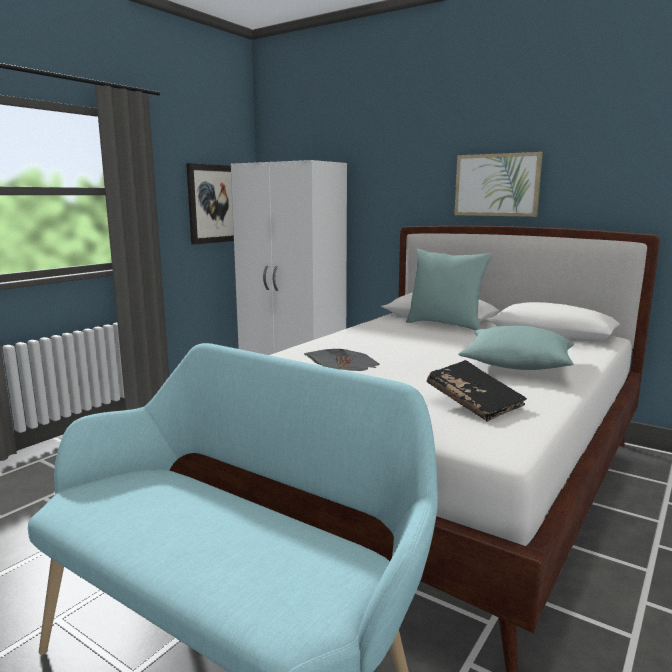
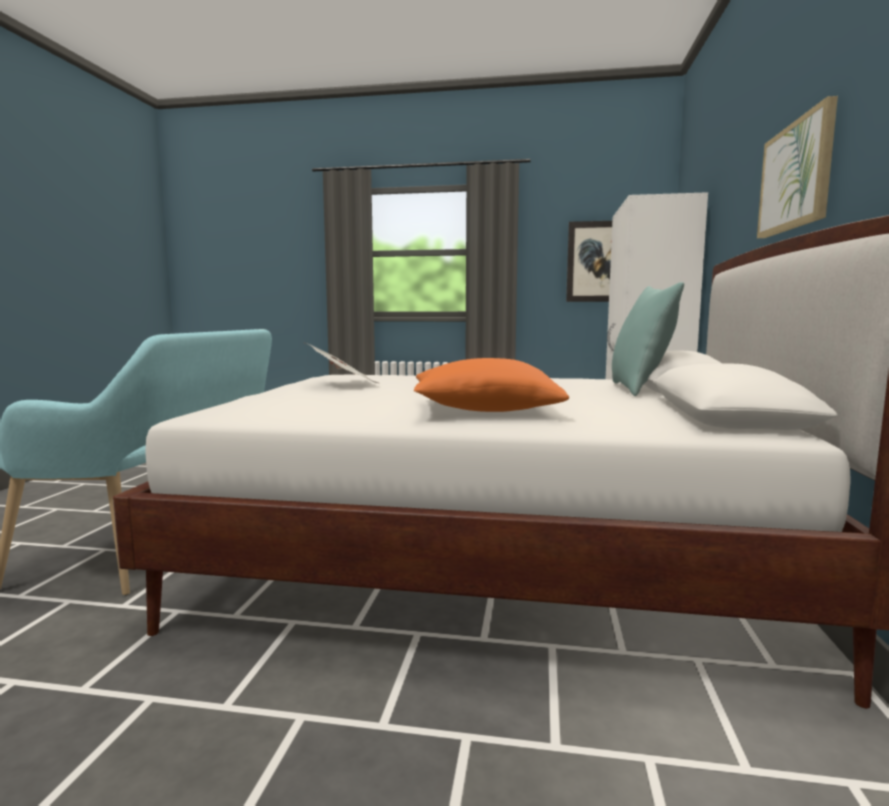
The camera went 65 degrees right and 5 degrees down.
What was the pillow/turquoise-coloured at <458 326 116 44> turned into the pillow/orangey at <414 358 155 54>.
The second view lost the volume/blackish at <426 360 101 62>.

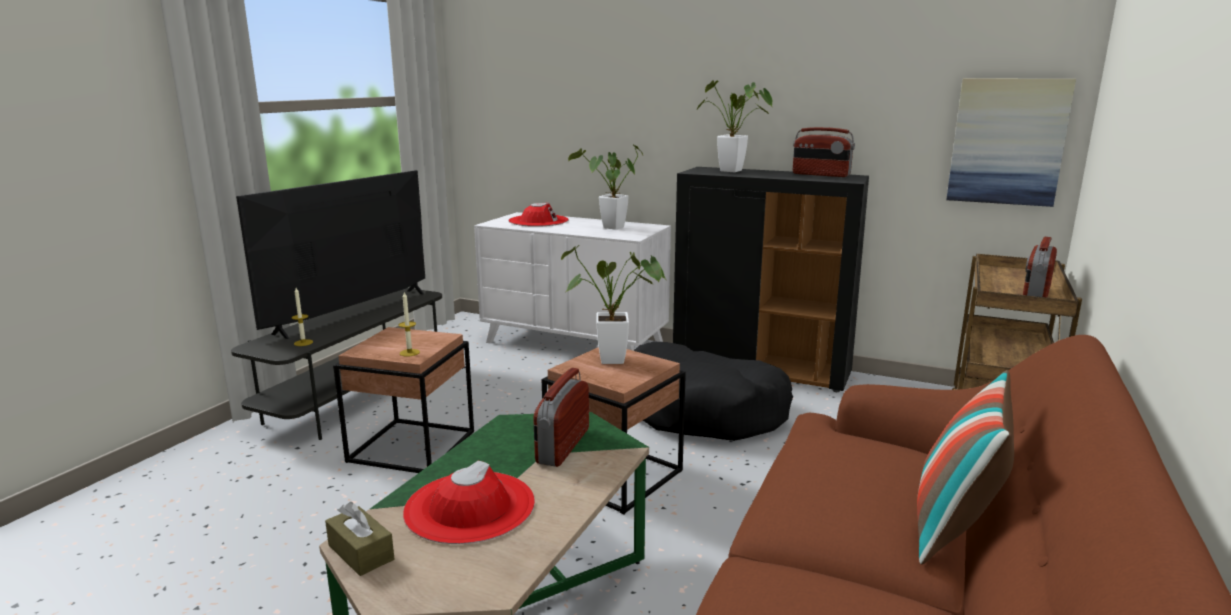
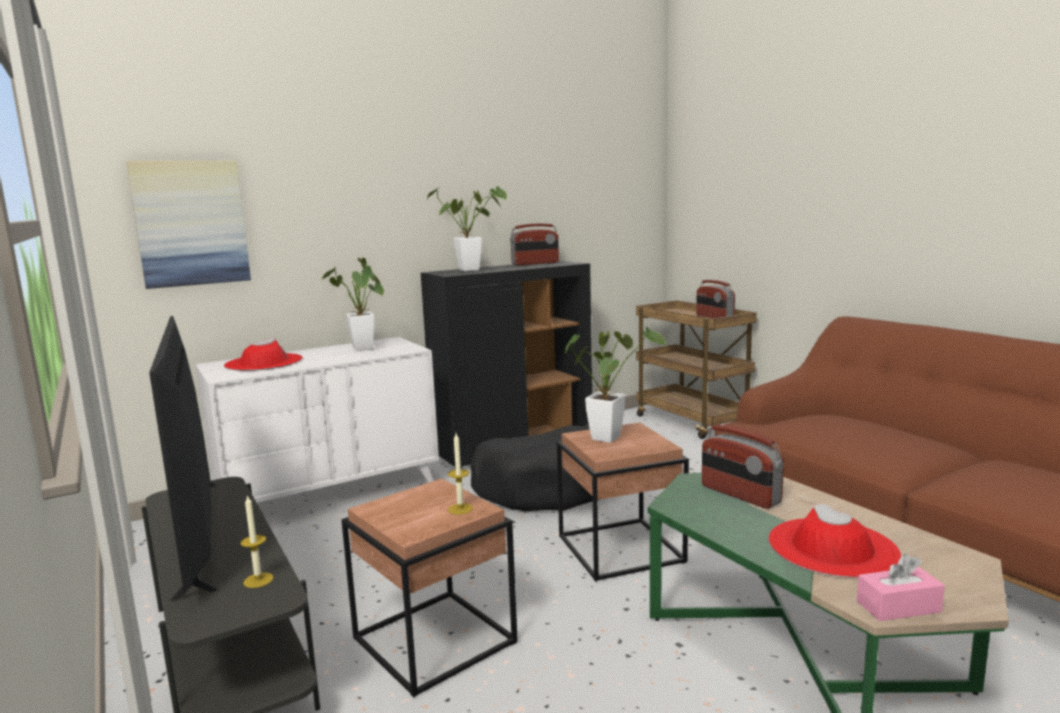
The camera went 55 degrees left and 5 degrees down.
The picture ended up elsewhere, having gone from <946 78 130 129> to <126 161 125 128>.
What was the box of tissues/brownish at <325 502 69 74> turned into the box of tissues/pink-coloured at <857 554 88 67>.
The second view lost the pillow at <917 370 97 195>.

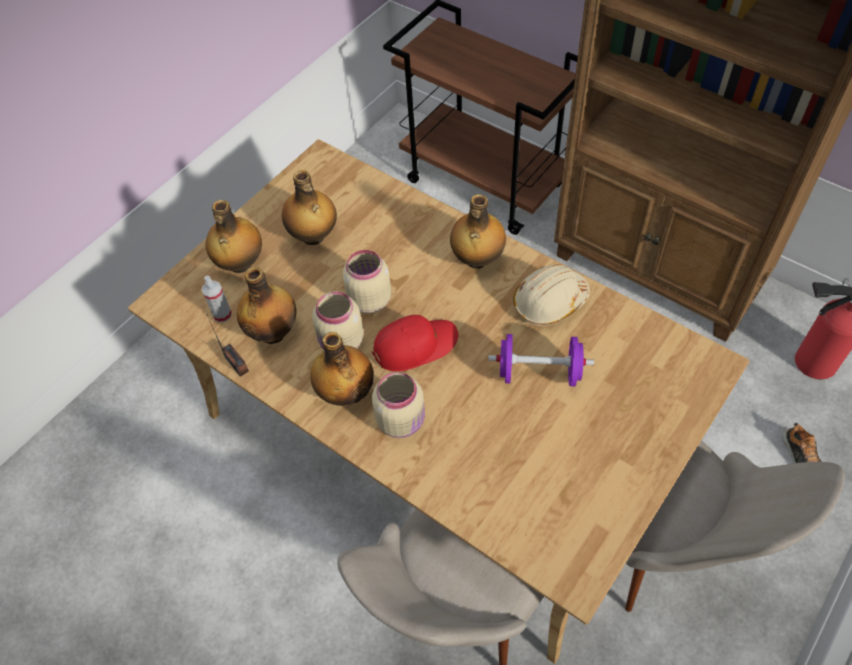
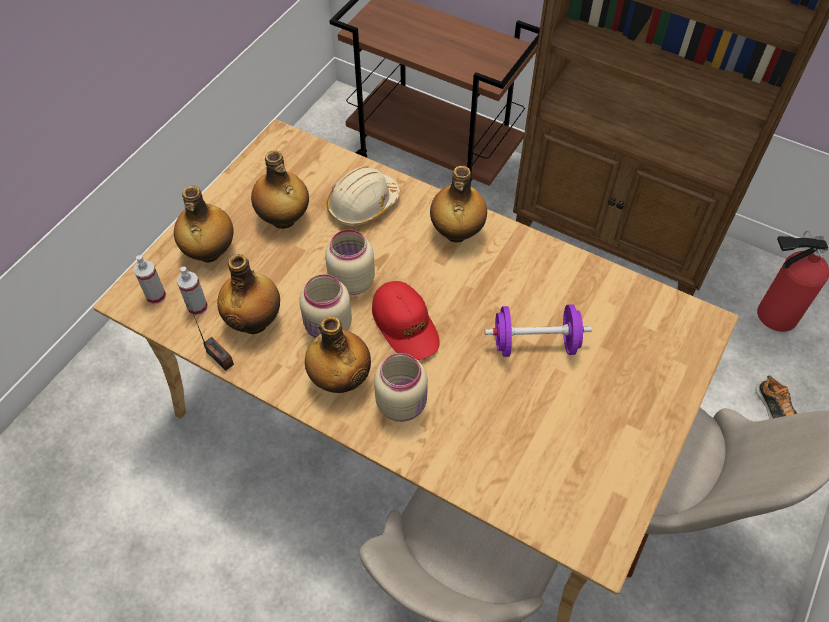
The camera went 10 degrees left and 0 degrees up.
The second view gained the spray bottle at <133 255 33 49>.
The work helmet/beige-coloured ended up elsewhere, having gone from <513 264 77 62> to <327 166 73 60>.
The baseball cap/red at <372 315 86 57> ended up facing another way, 90 degrees clockwise from before.

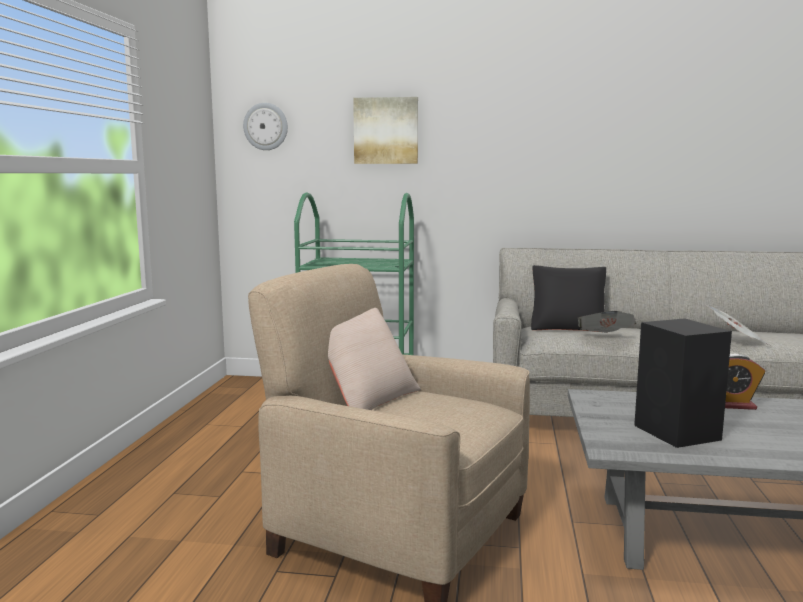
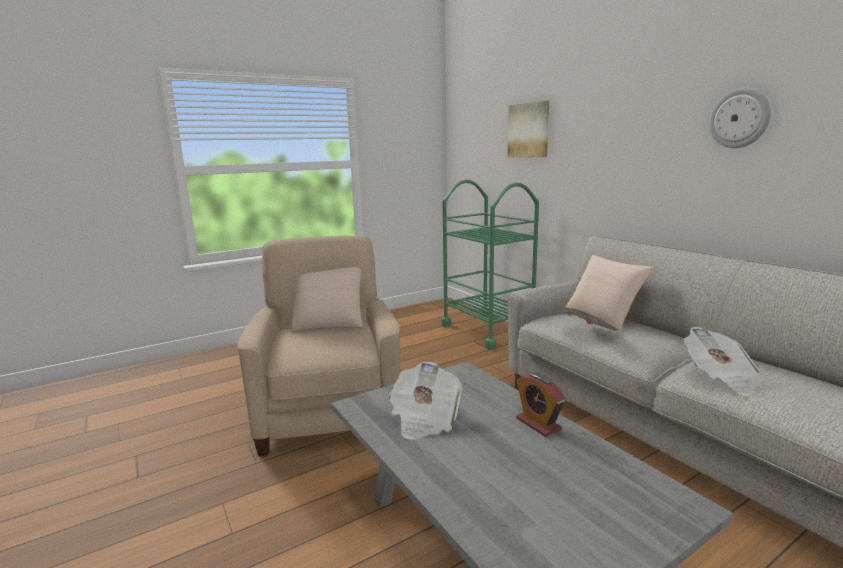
The camera went 50 degrees right and 5 degrees up.
Where the audio speaker/blackish stood at <634 318 98 130>, the printed paper came to stand at <389 362 74 78>.
What was the pillow/blackish at <531 265 77 68> turned into the pillow/beige-coloured at <563 255 90 76>.
The wall clock ended up elsewhere, having gone from <243 103 45 47> to <709 87 63 61>.

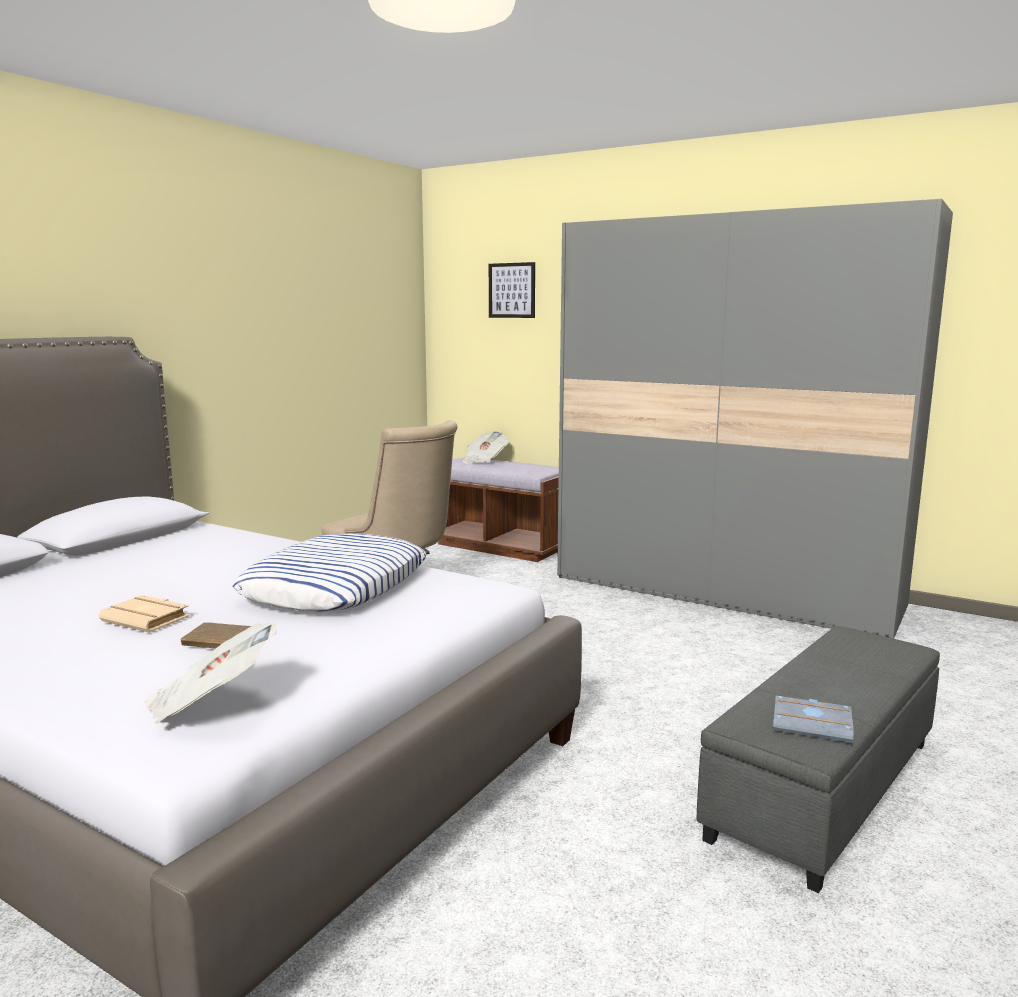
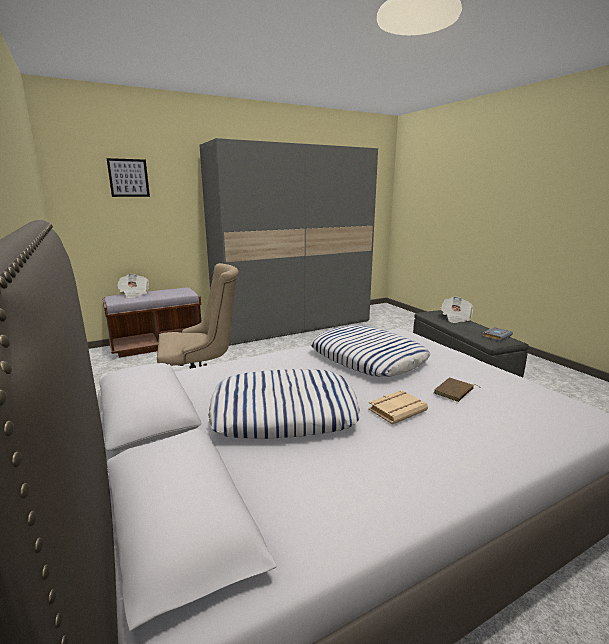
The camera went 60 degrees left and 5 degrees up.
The second view gained the pillow at <208 369 152 70>.
The printed paper ended up elsewhere, having gone from <145 623 132 101> to <440 296 34 27>.

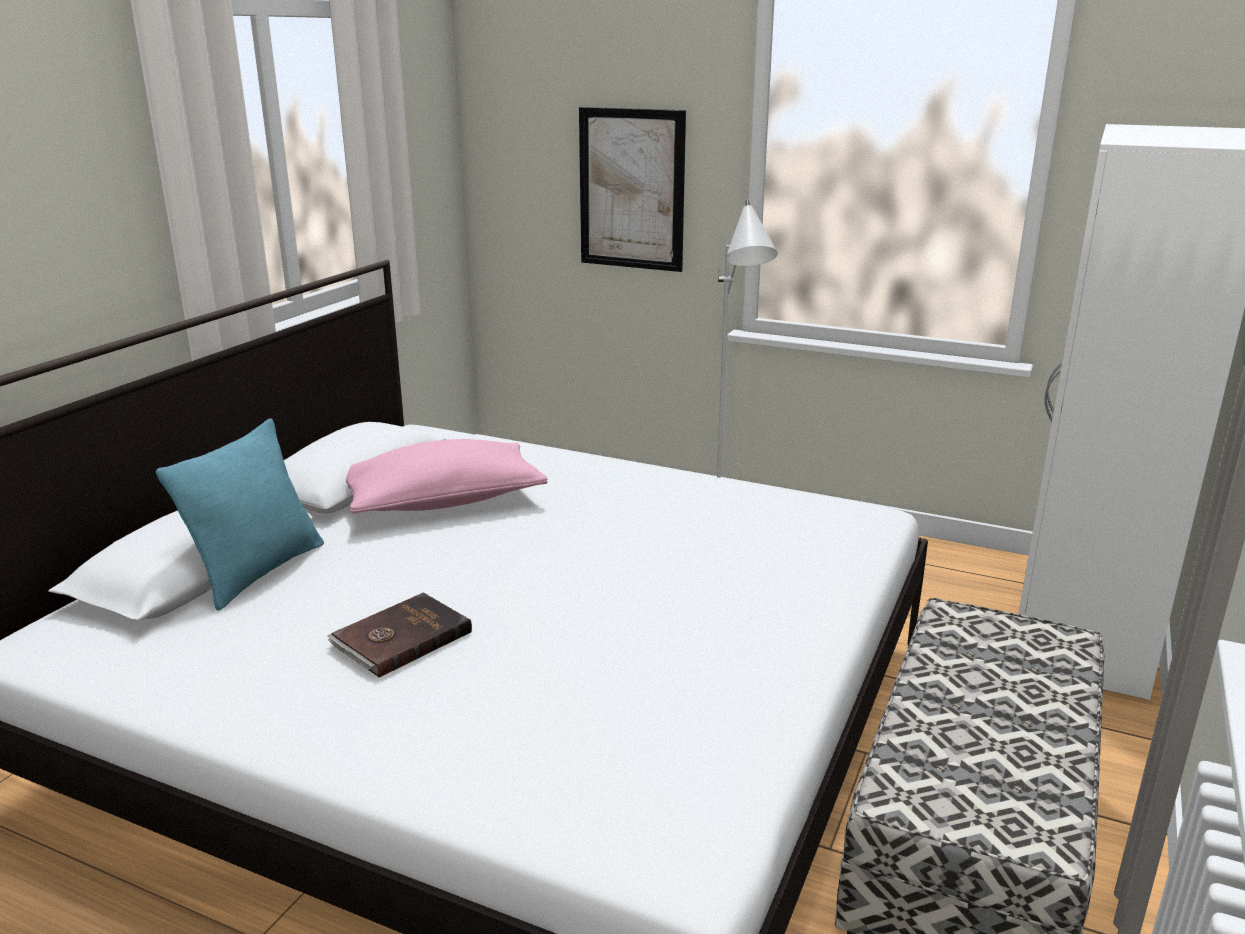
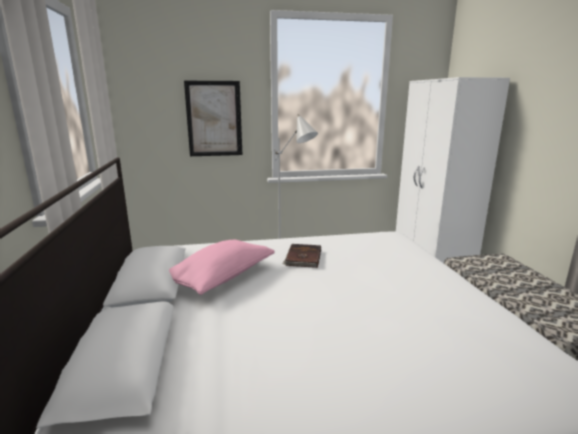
The camera went 35 degrees left and 5 degrees down.
The volume/brownish ended up elsewhere, having gone from <327 592 145 85> to <283 244 38 24>.
The second view lost the pillow/turquoise-coloured at <156 419 168 191>.

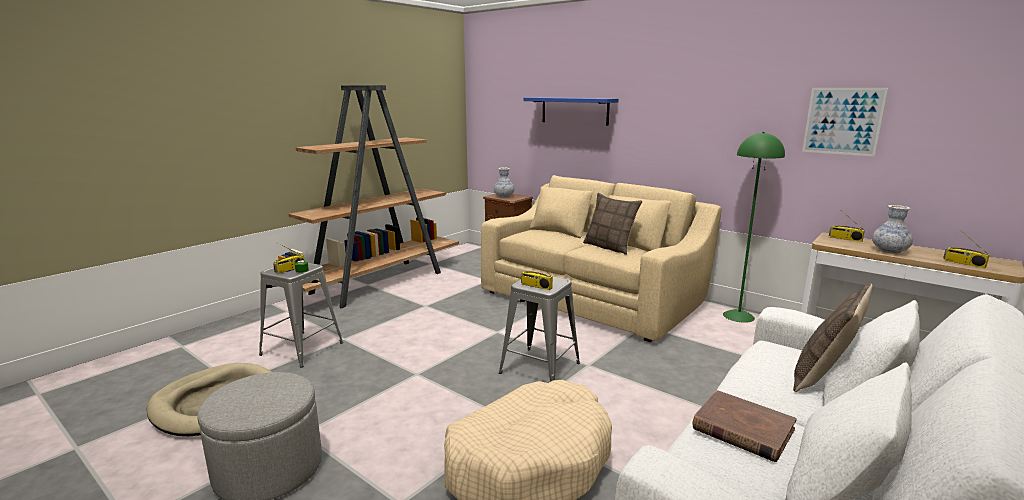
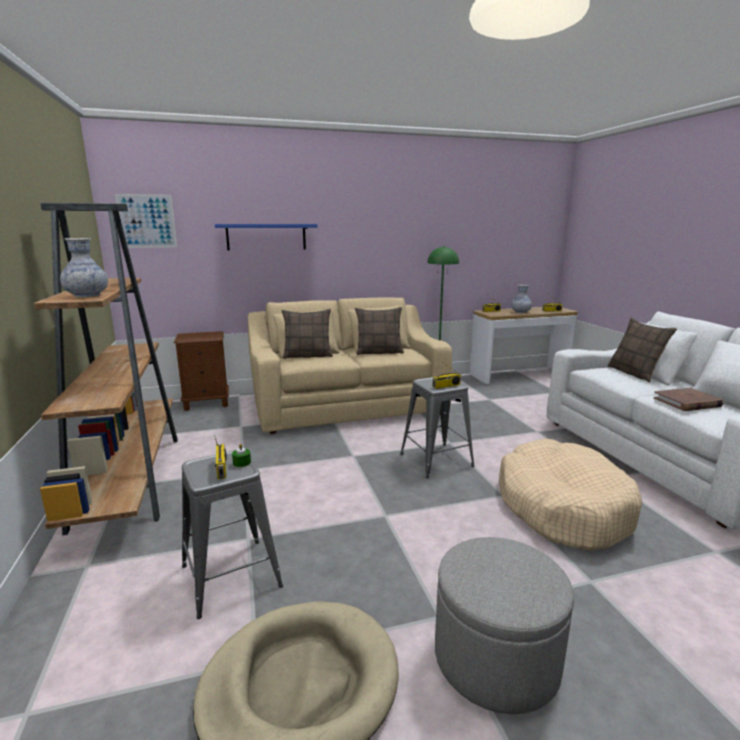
The camera went 55 degrees left and 0 degrees up.
The flower vase ended up elsewhere, having gone from <494 167 21 31> to <60 238 48 60>.
The picture ended up elsewhere, having gone from <802 88 86 69> to <115 194 62 54>.
The second view gained the pillow at <281 309 52 50>.

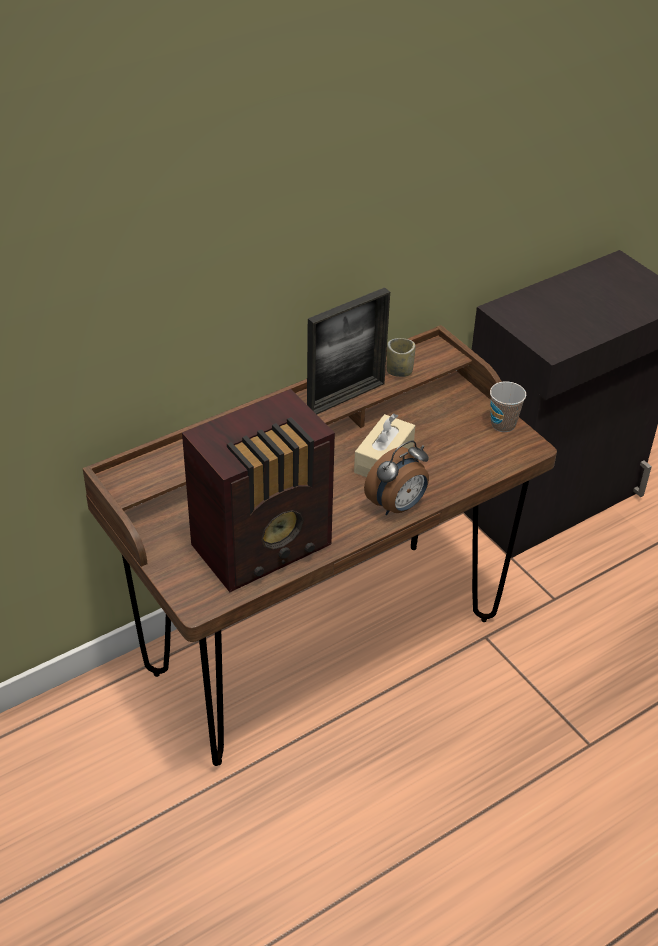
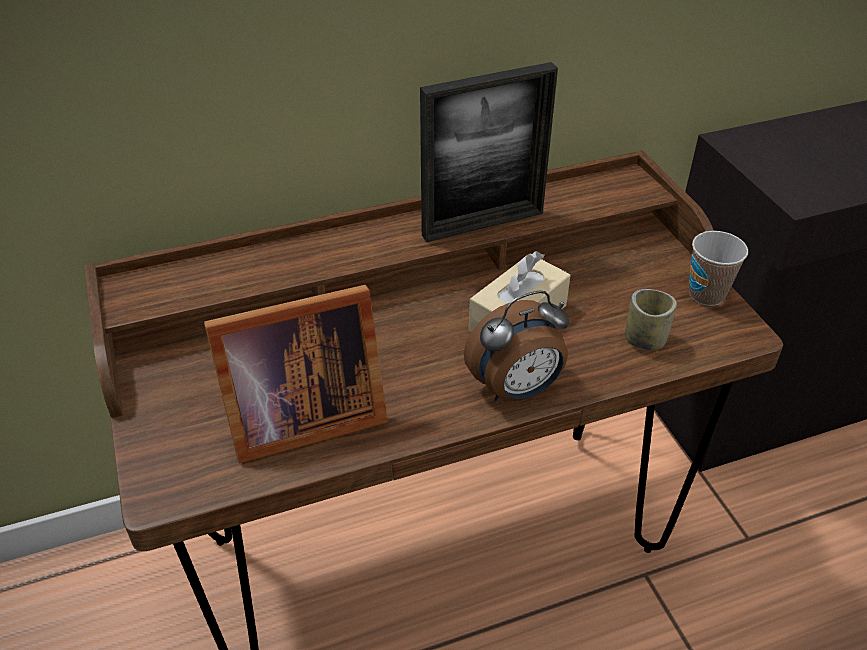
The camera went 15 degrees right and 0 degrees up.
Where the radio set stood at <182 389 153 203>, the standing frame came to stand at <204 285 184 178>.
The small cup ended up elsewhere, having gone from <387 338 29 39> to <625 289 52 61>.

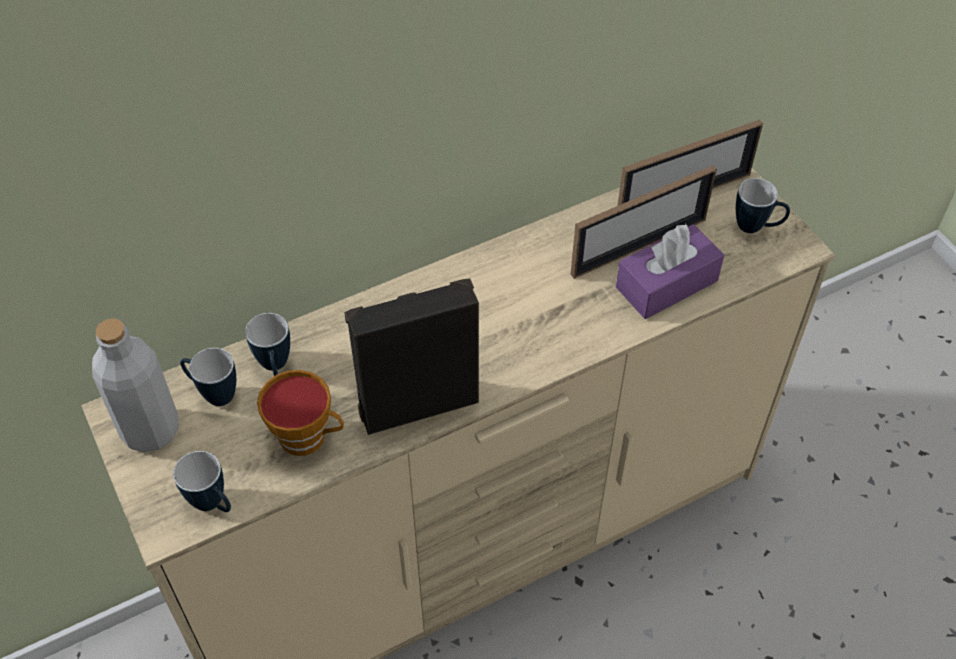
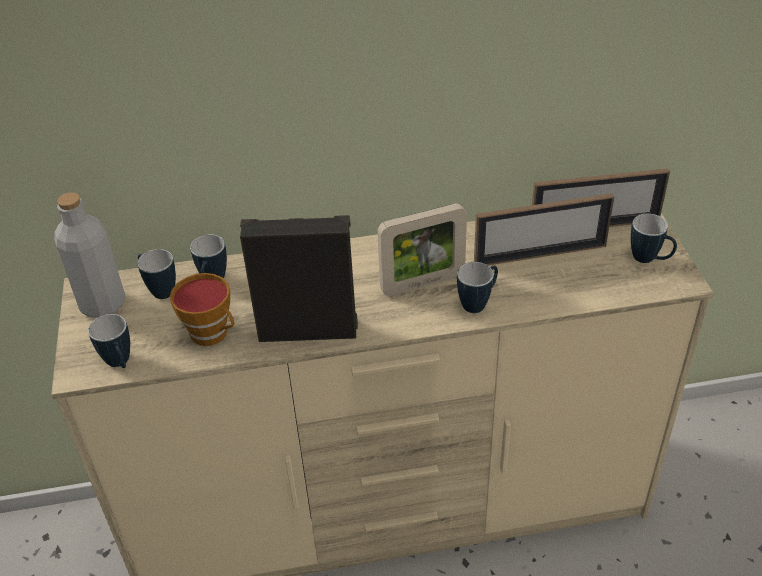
The camera went 20 degrees right and 10 degrees down.
The second view gained the standing frame at <377 203 90 93>.
The second view gained the tea mug at <457 262 41 51>.
The second view lost the box of tissues/purple at <616 224 108 95>.

